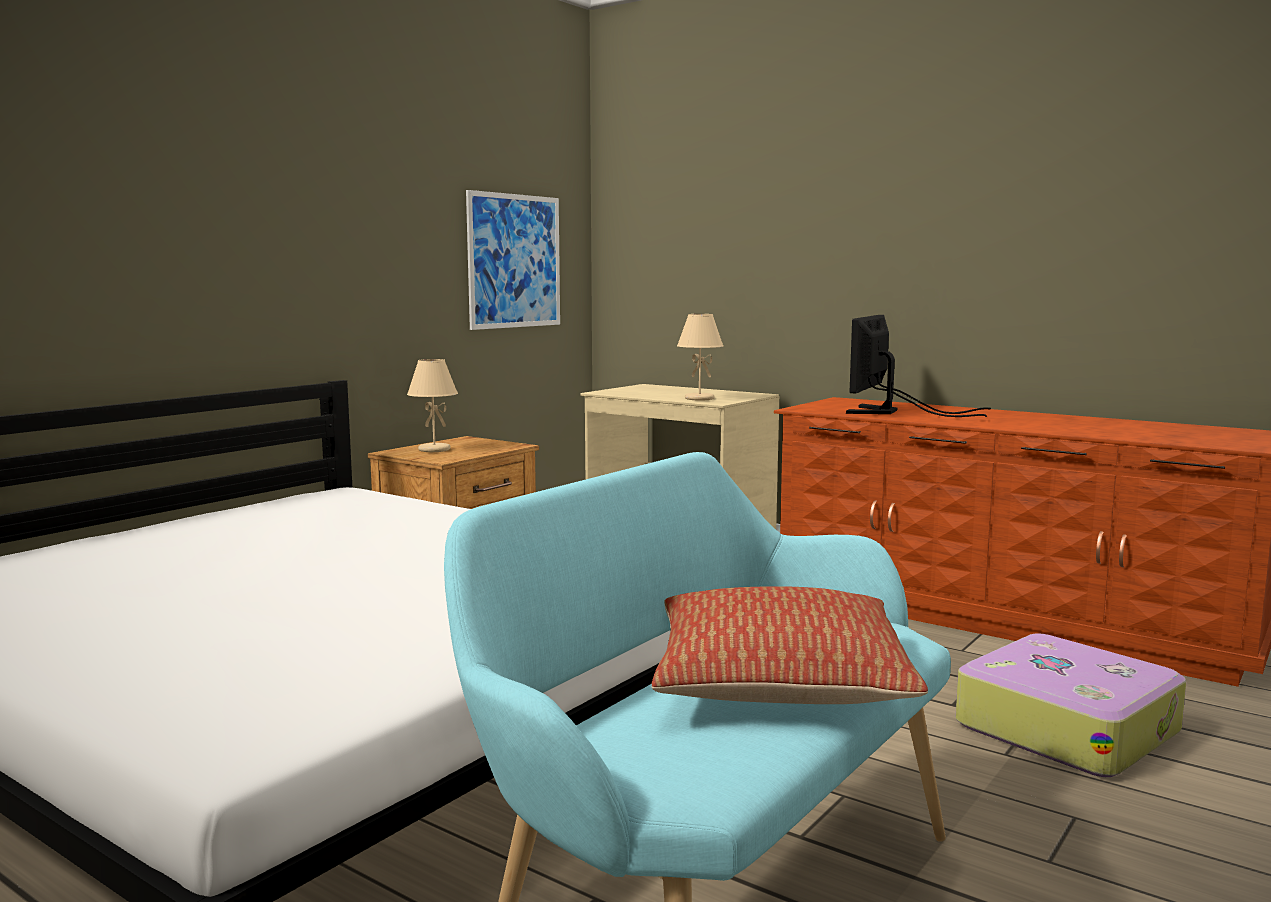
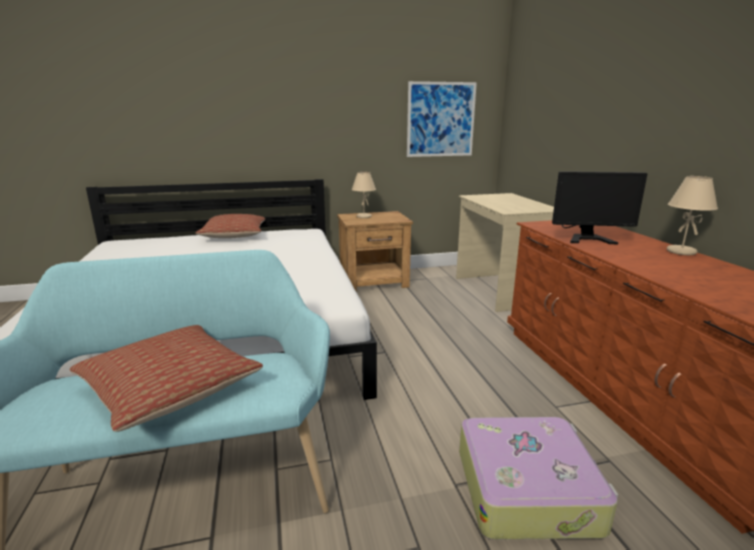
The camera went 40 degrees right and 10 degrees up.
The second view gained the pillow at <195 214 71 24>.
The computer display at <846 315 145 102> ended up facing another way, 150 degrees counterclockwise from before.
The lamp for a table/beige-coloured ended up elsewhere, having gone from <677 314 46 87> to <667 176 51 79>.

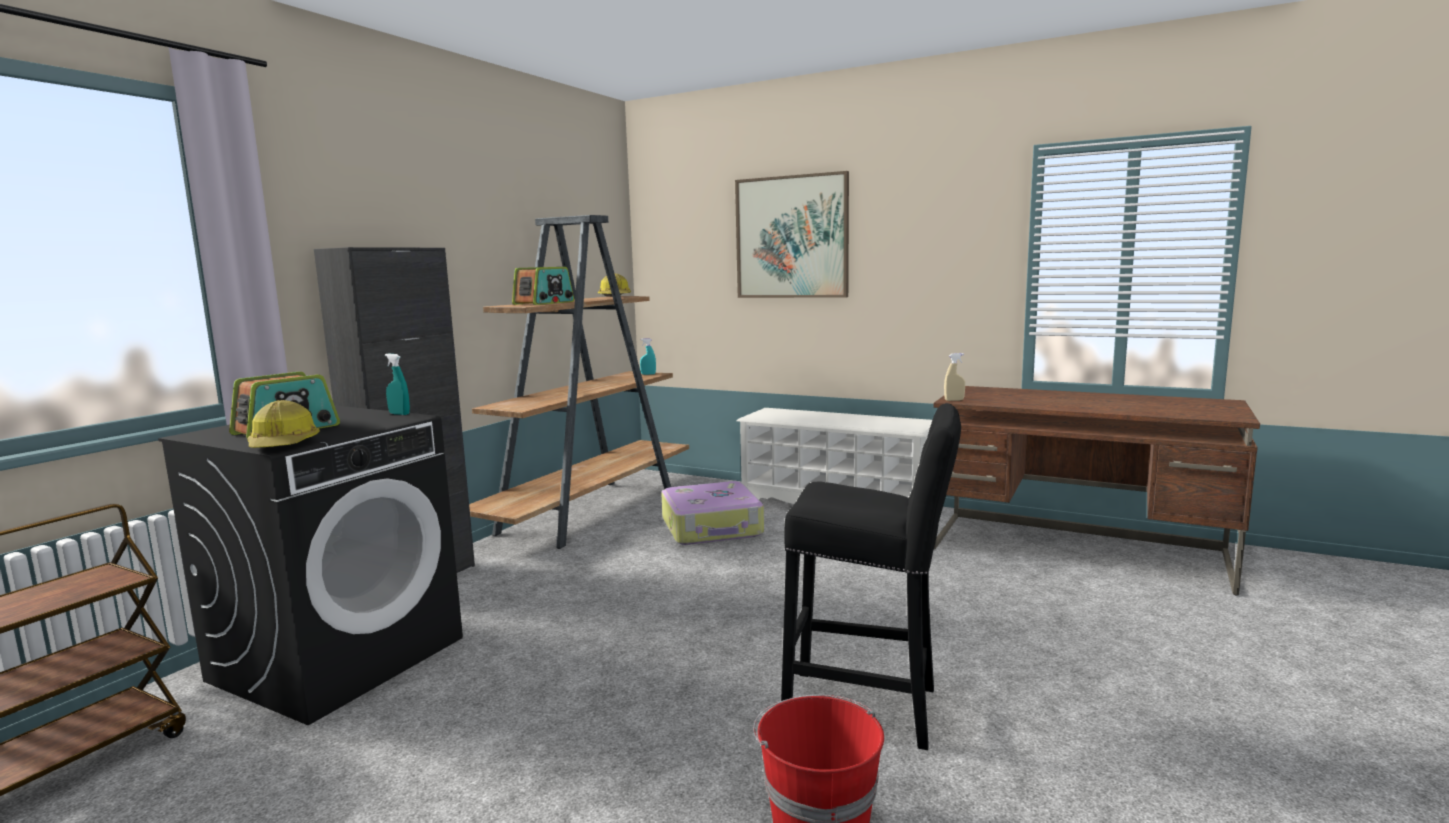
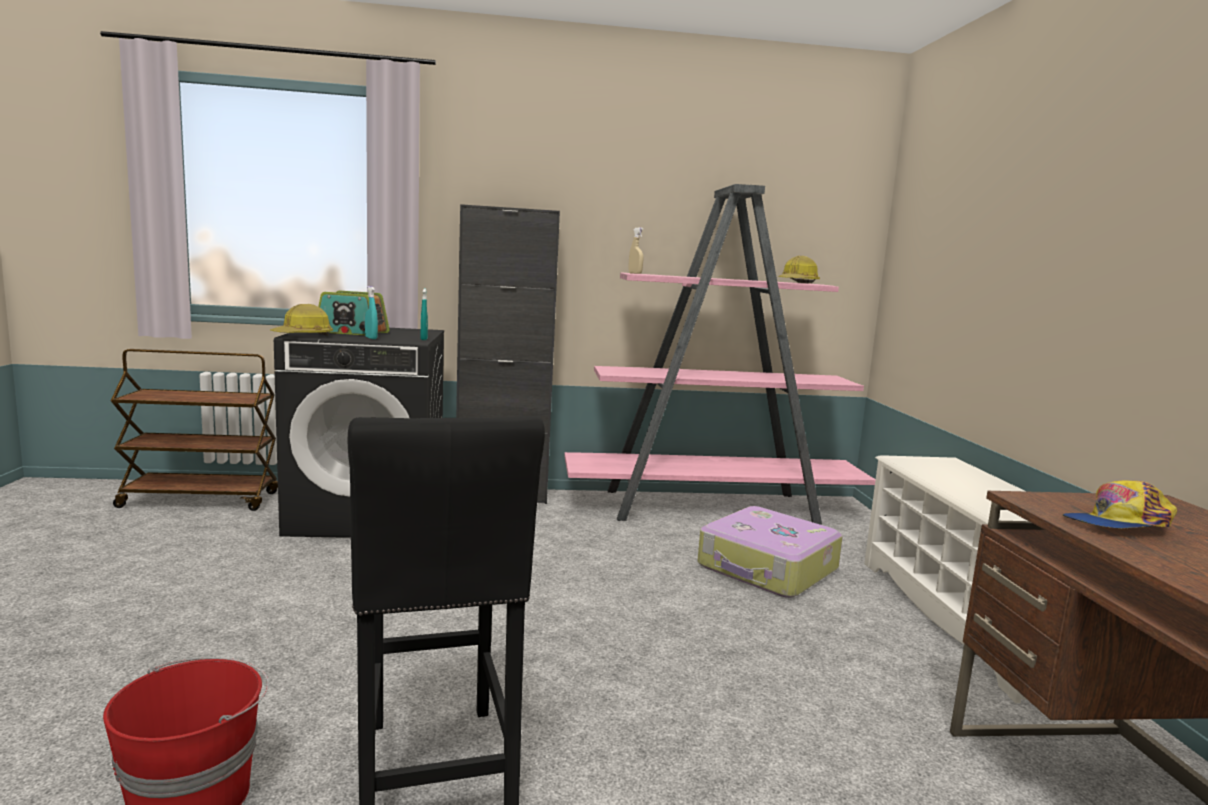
The camera went 55 degrees right and 0 degrees up.
The spray bottle/turquoise-coloured ended up elsewhere, having gone from <640 338 16 37> to <365 286 13 53>.
What was the shelving unit/brownish at <469 215 220 334> turned into the shelving unit/pink-coloured at <564 184 312 341>.
The spray bottle/beige-coloured ended up elsewhere, having gone from <944 353 21 48> to <628 227 16 47>.
The second view gained the baseball cap at <1062 480 115 48>.
The second view lost the radio set at <512 267 62 38>.
The second view lost the picture at <735 171 114 127>.

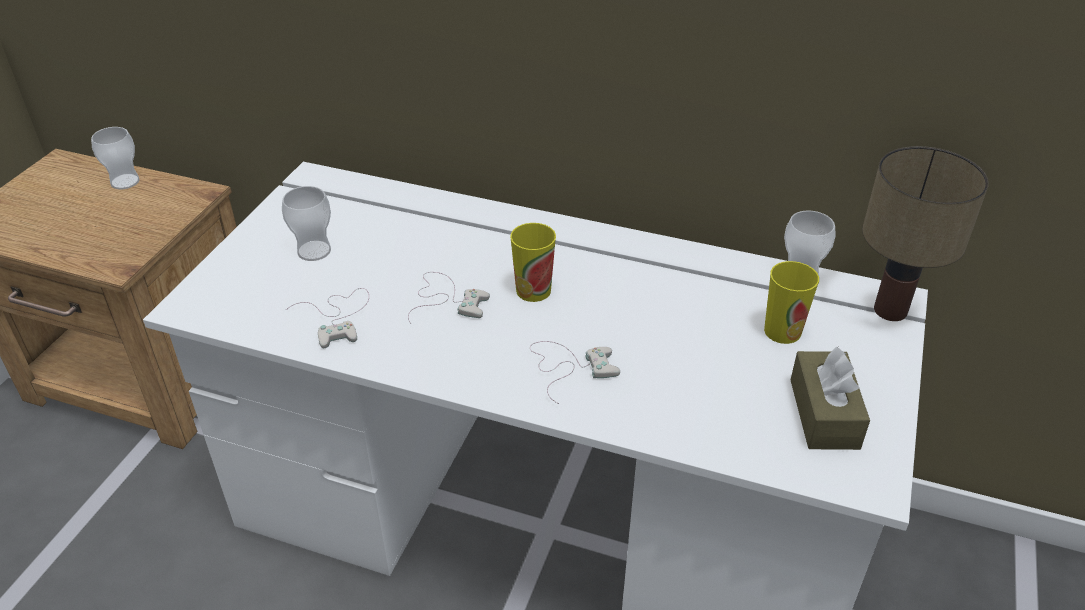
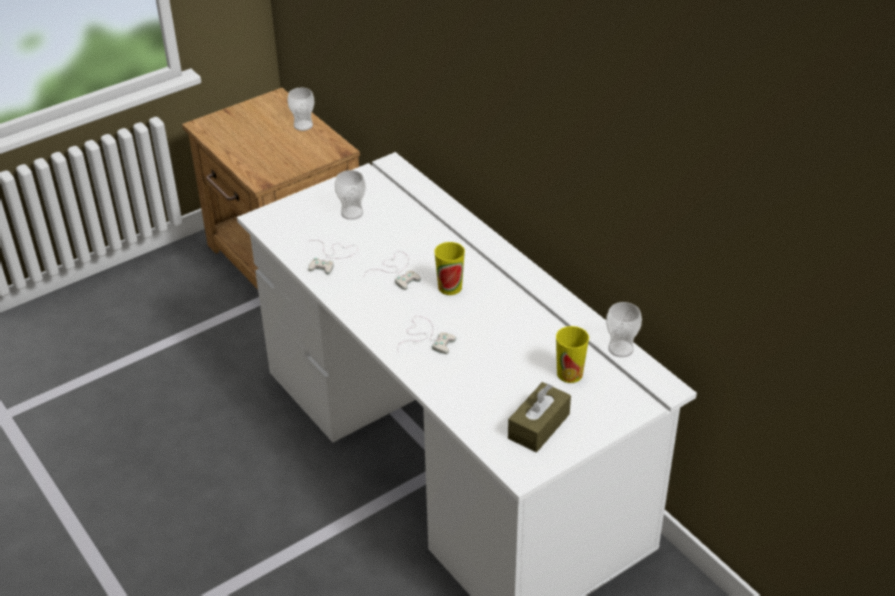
The camera went 35 degrees right and 0 degrees up.
The second view lost the lamp for a table at <862 146 127 175>.

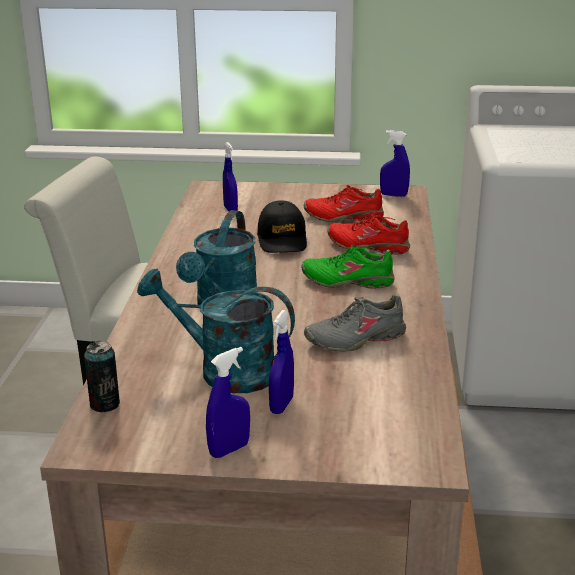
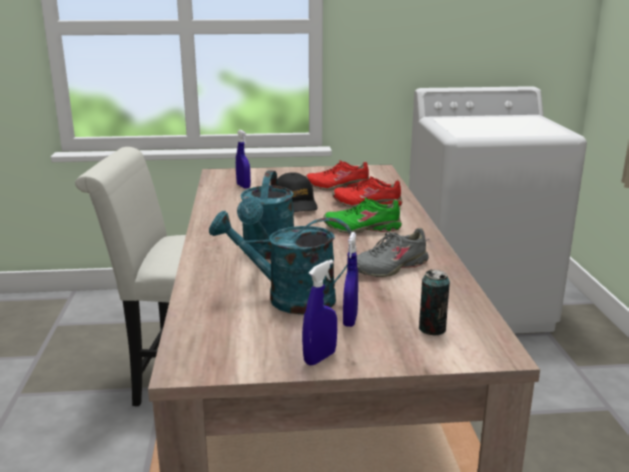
The camera went 10 degrees left and 5 degrees down.
The can ended up elsewhere, having gone from <84 341 36 71> to <419 269 31 67>.
The second view lost the spray bottle/blue at <380 130 30 67>.

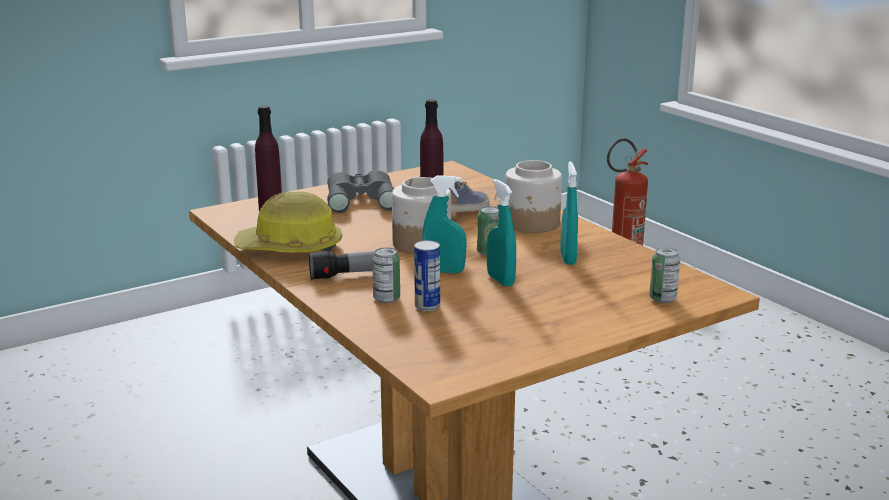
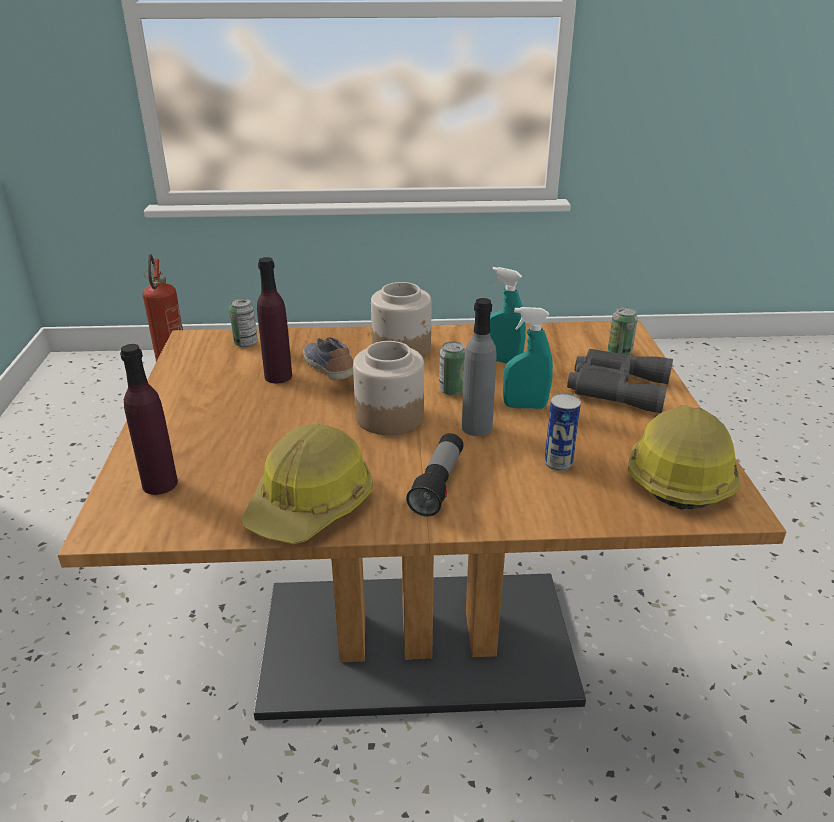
The camera went 60 degrees left and 10 degrees up.
The can ended up elsewhere, having gone from <372 247 28 56> to <229 298 29 49>.
Where the spray bottle/turquoise-coloured stood at <422 175 45 99>, the drink bottle/gray came to stand at <462 298 35 138>.
The field glasses/gray ended up elsewhere, having gone from <327 170 67 43> to <567 349 106 64>.
The second view gained the work helmet at <628 405 113 104>.

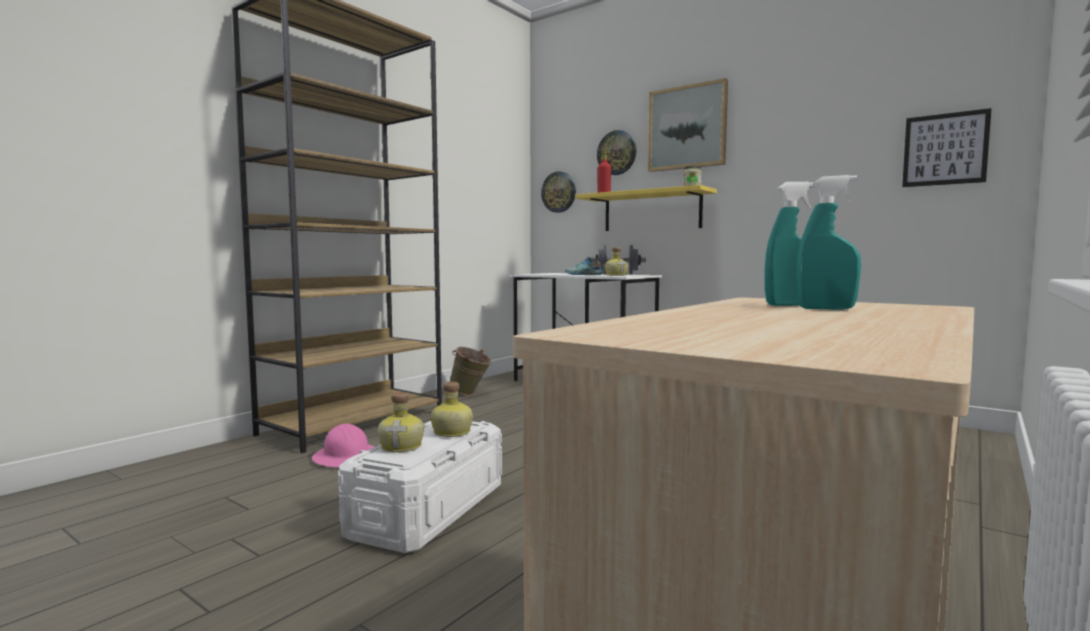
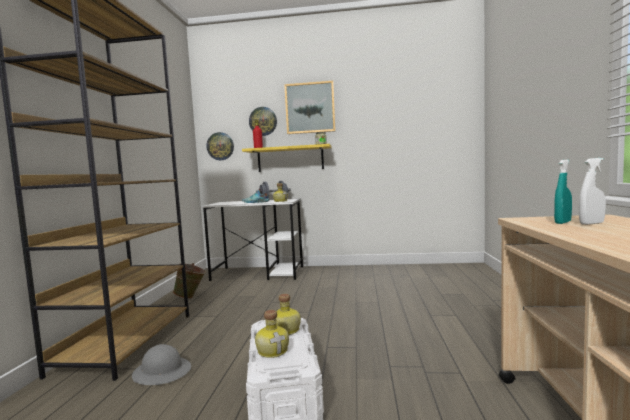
The camera went 30 degrees left and 0 degrees up.
What was the work helmet/pink-coloured at <312 424 62 43> turned into the work helmet/gray at <132 344 59 41>.
What was the spray bottle/turquoise-coloured at <796 175 65 135> turned into the spray bottle/whitish at <579 158 27 67>.
The second view lost the picture at <902 108 89 79>.

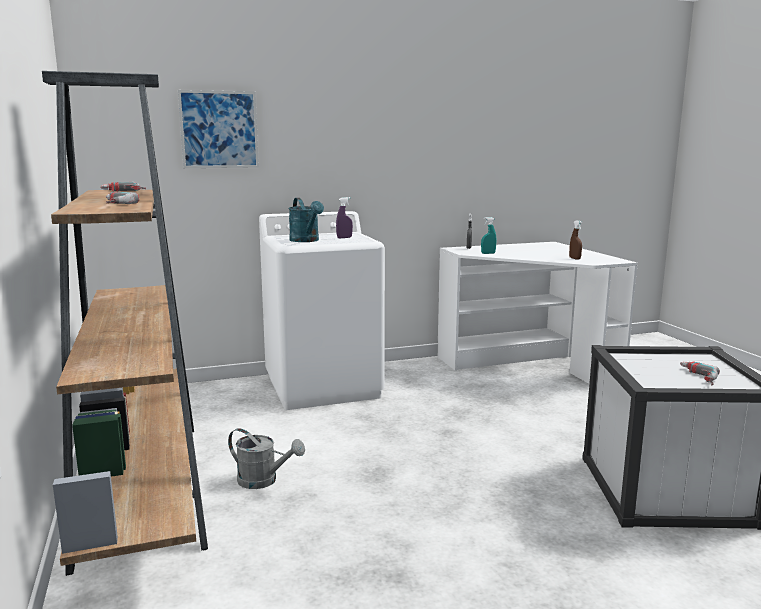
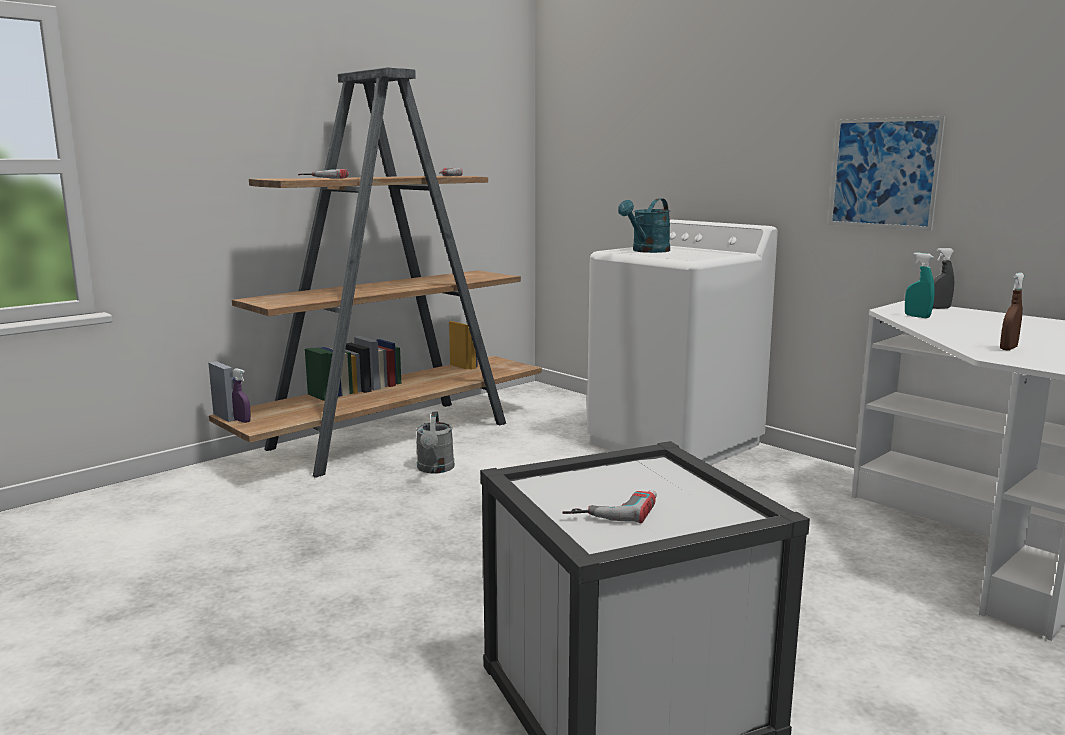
The camera went 65 degrees right and 0 degrees up.
The spray bottle/purple ended up elsewhere, having gone from <336 197 17 41> to <232 368 19 55>.
The picture ended up elsewhere, having gone from <178 90 81 78> to <829 116 116 115>.

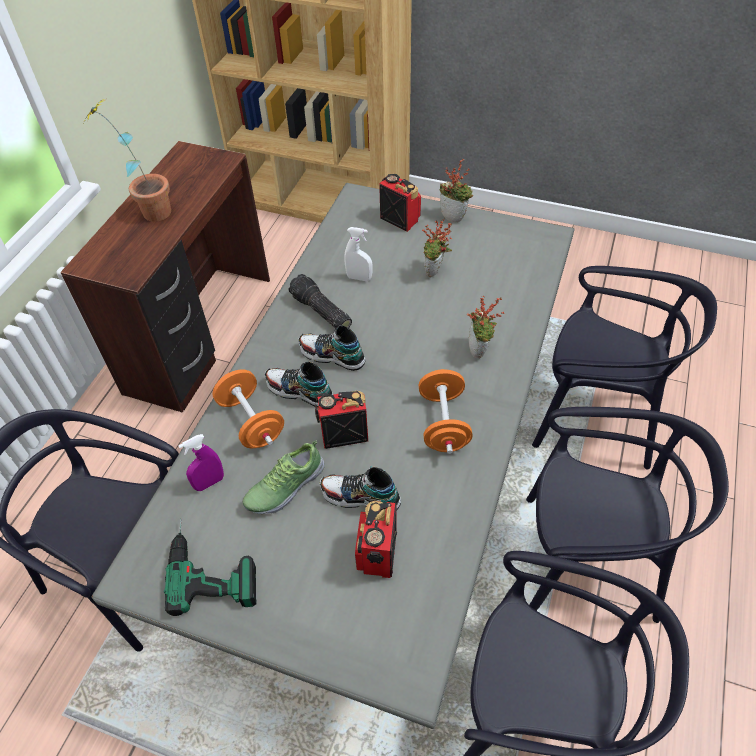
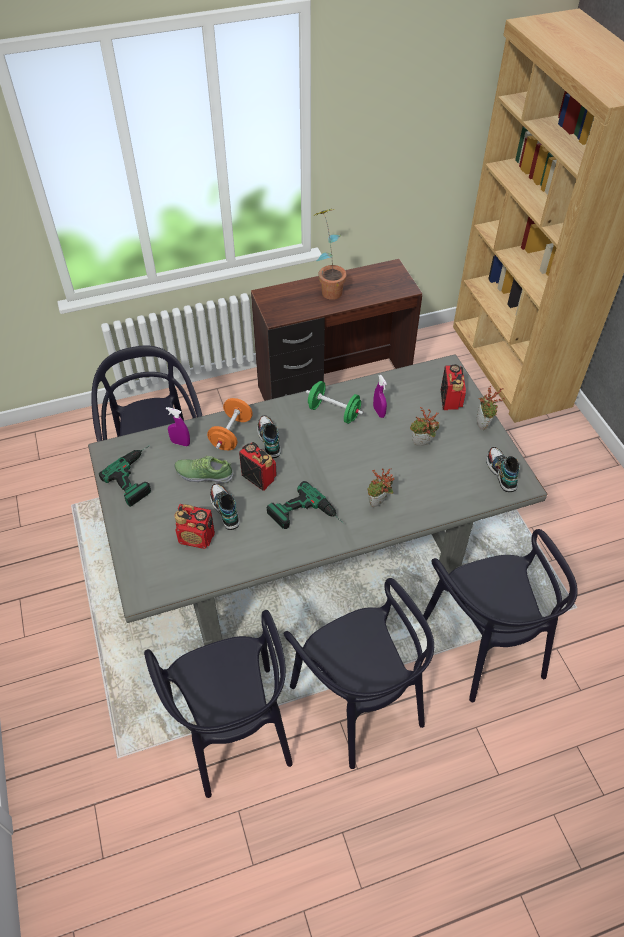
The camera went 50 degrees right and 0 degrees up.
The radio set at <355 501 42 77> ended up facing another way, 135 degrees counterclockwise from before.
Where the dumbbell/orangey stood at <419 369 53 85>, the drill came to stand at <267 481 76 48>.
Where the hand torch stood at <288 274 64 55>, the dumbbell/greenish came to stand at <306 381 58 43>.
What was the spray bottle/whitish at <344 227 28 54> turned into the spray bottle/purple at <373 375 14 43>.
The low shoe ended up elsewhere, having gone from <298 326 68 45> to <486 447 34 45>.

